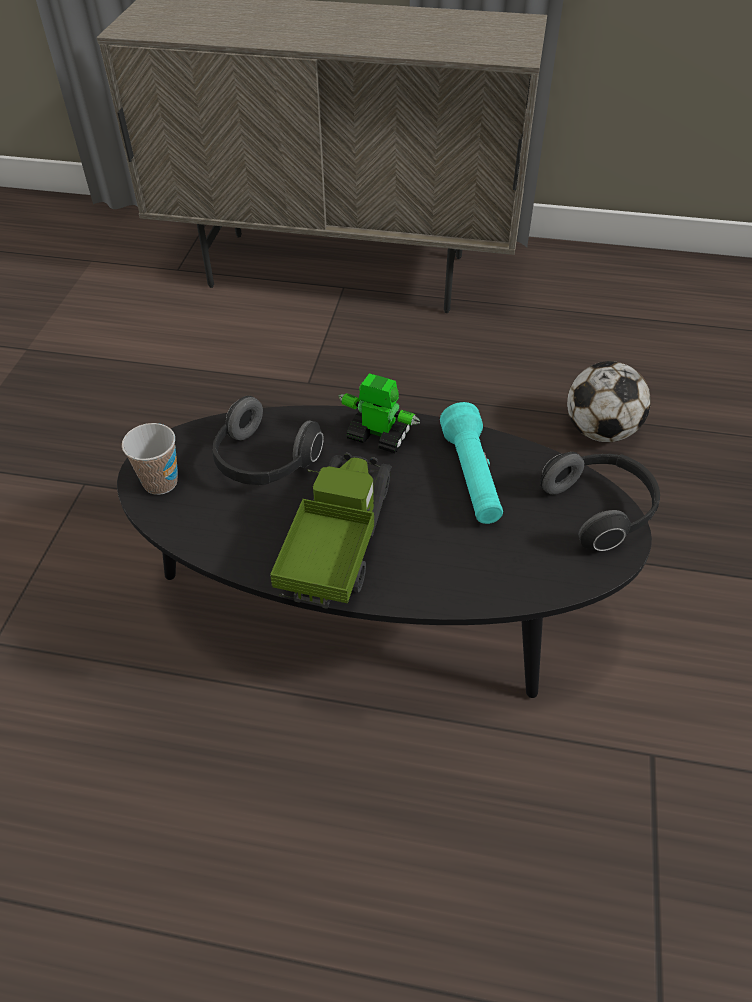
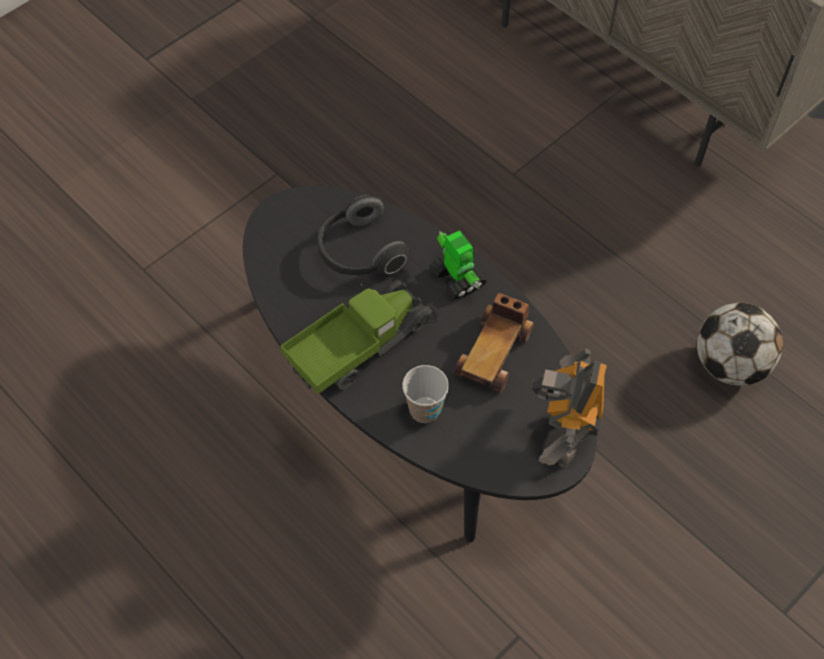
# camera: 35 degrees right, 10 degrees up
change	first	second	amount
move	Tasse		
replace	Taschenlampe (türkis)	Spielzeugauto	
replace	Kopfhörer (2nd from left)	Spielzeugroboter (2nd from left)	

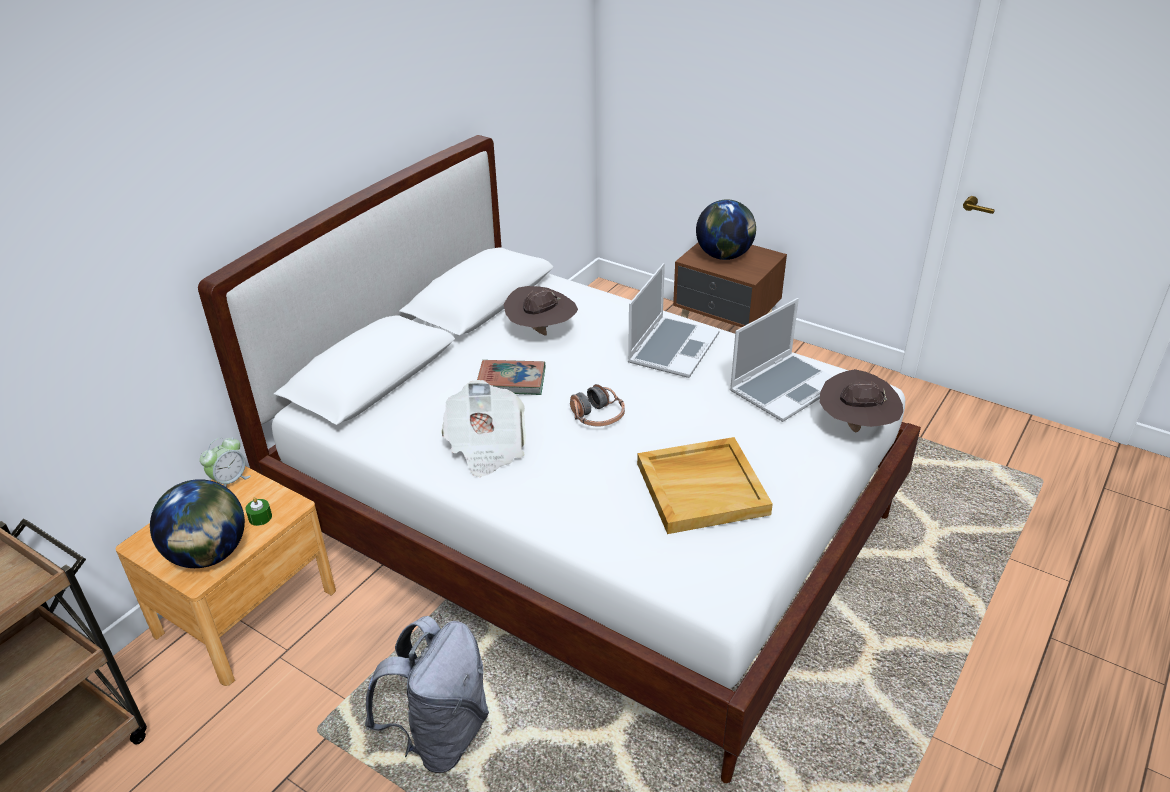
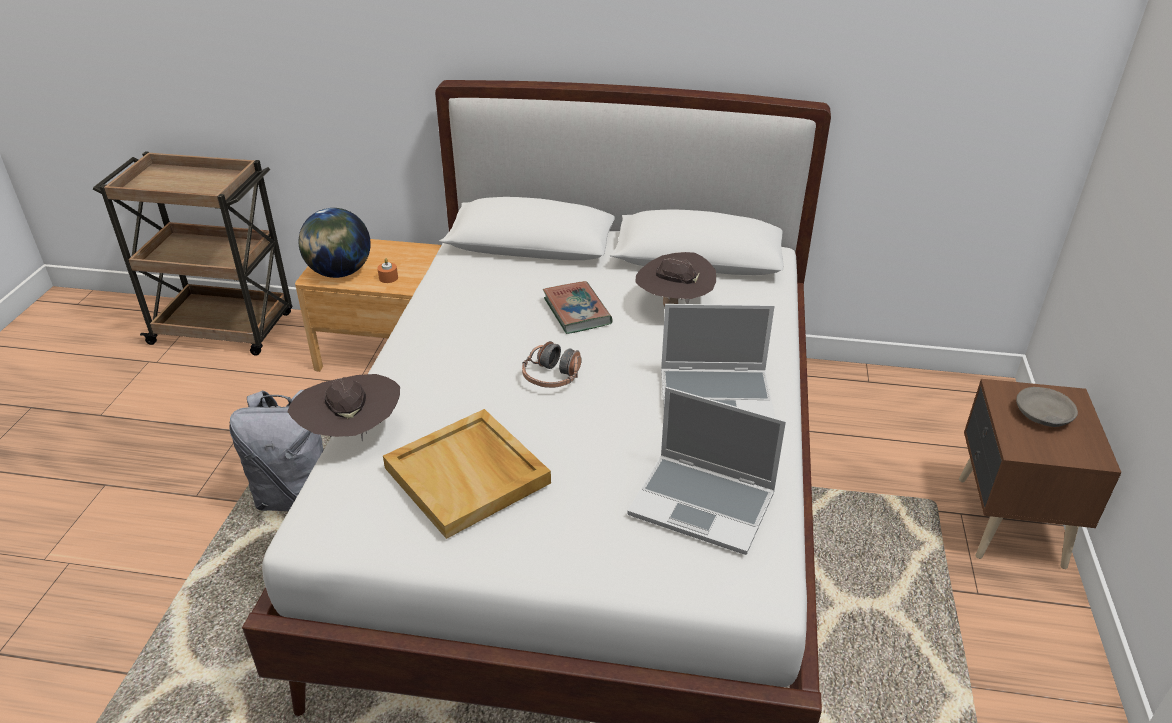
# camera: 65 degrees right, 0 degrees up
change	first	second	amount
delete	Wecker		
delete	Zeitung		
move	Hut (braun) (2nd from left in the first image)	Hut (braun) (1st from left)	
replace	Globus (2nd from left)	Schüssel (grau)	
recolor	Kerze (grün)	Kerze (orange)	

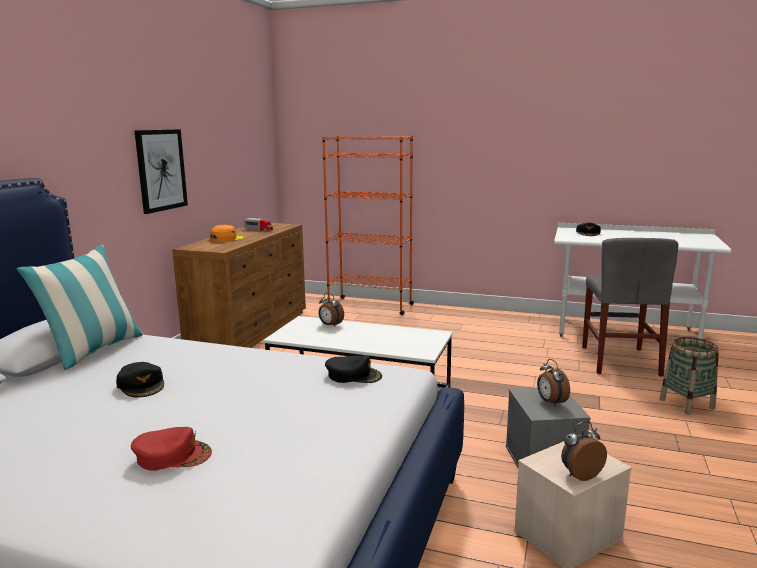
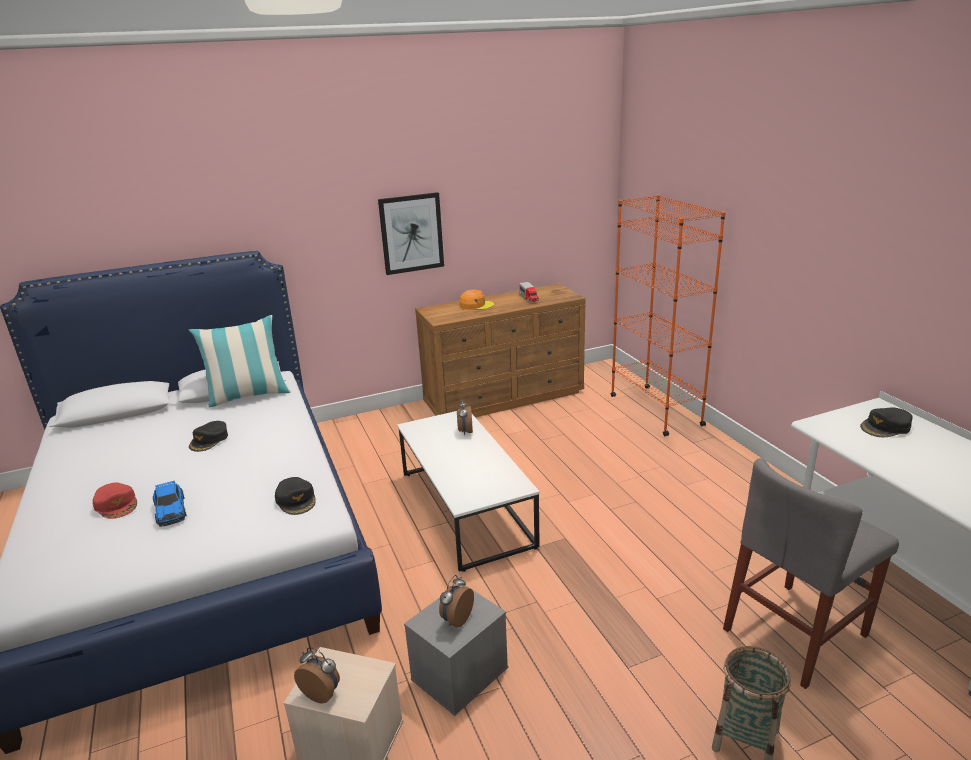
# camera: 50 degrees right, 10 degrees up
change	first	second	amount
insert		Spielzeugauto	

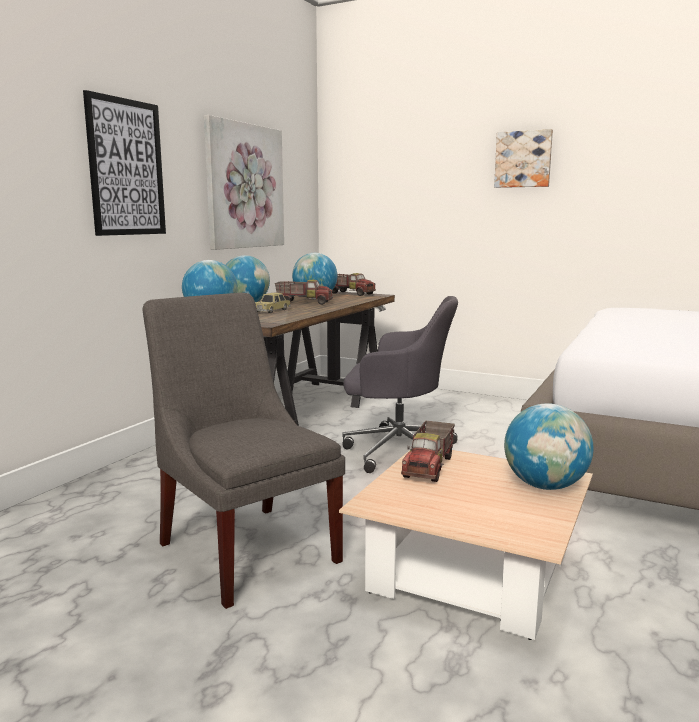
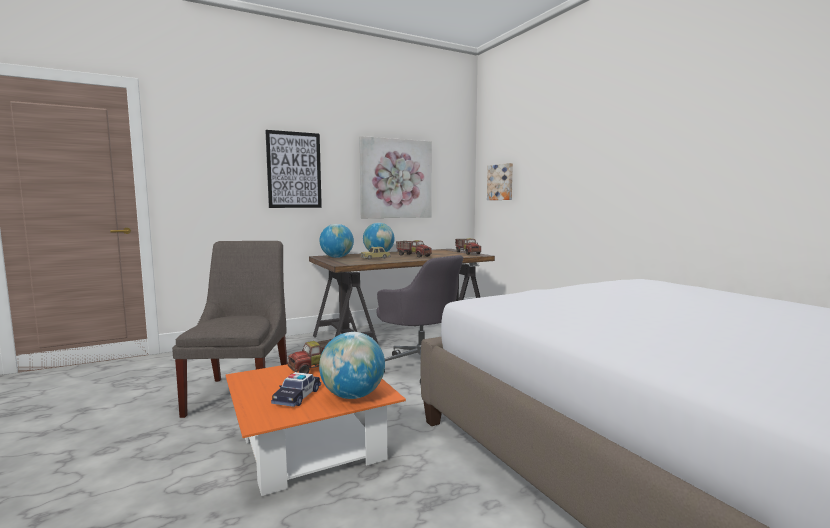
# camera: 35 degrees right, 5 degrees down
change	first	second	amount
delete	Globus (3rd from left)		
insert		Spielzeugauto (1st from left)	
move	Bild (3rd from left)		
recolor	Couchtisch (beige)	Couchtisch (orange)	

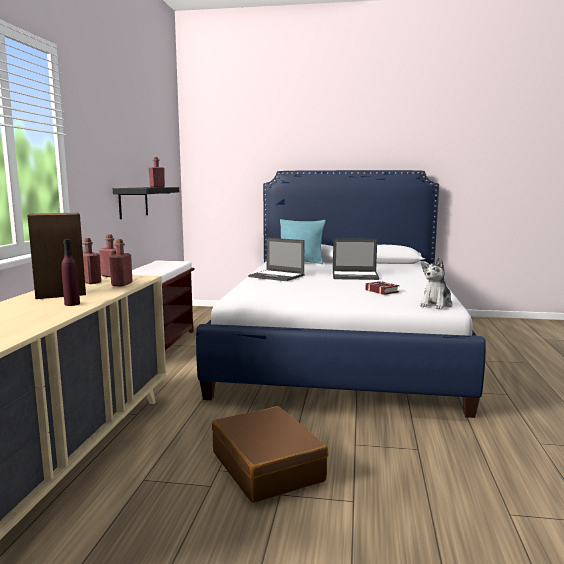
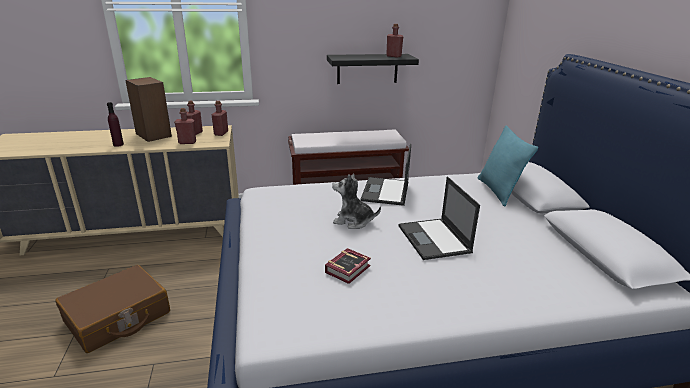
# camera: 70 degrees right, 15 degrees up
change	first	second	amount
move	Plüschtier		

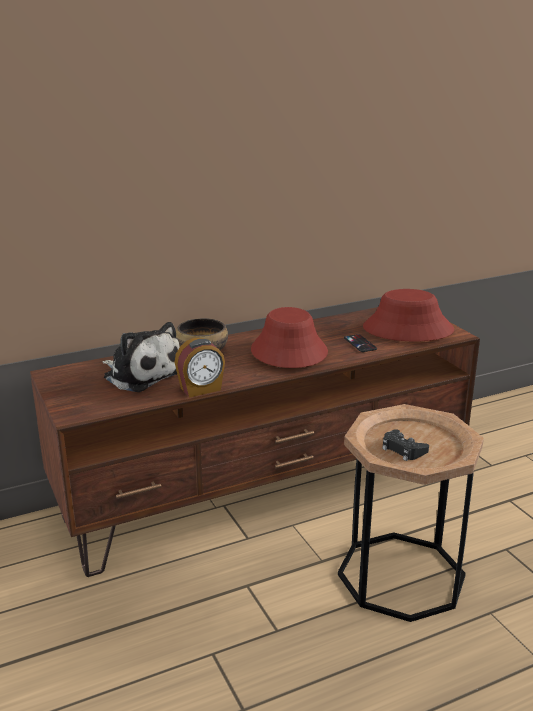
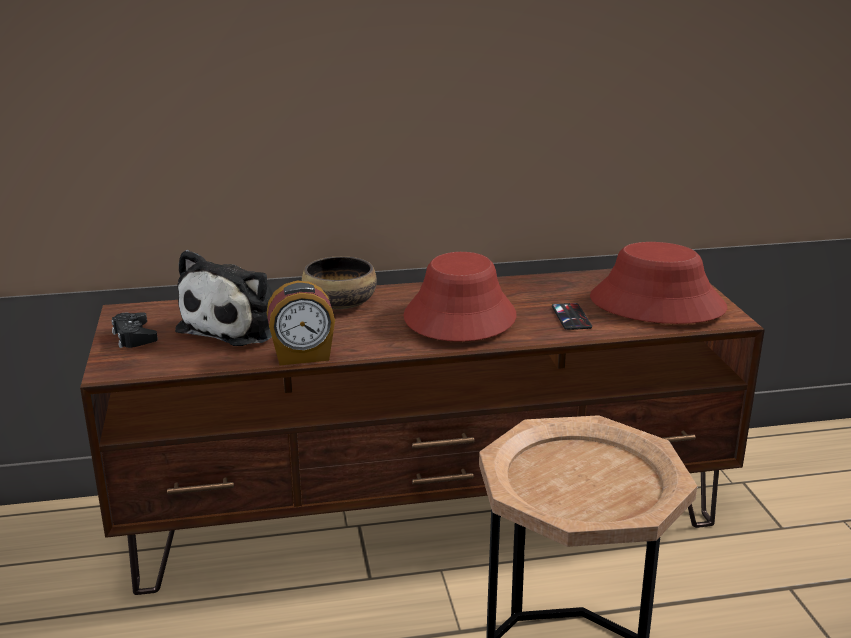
# camera: 15 degrees right, 0 degrees up
change	first	second	amount
move	Gamepad (schwarz)		
rotate	Plüschtier		60 degrees clockwise

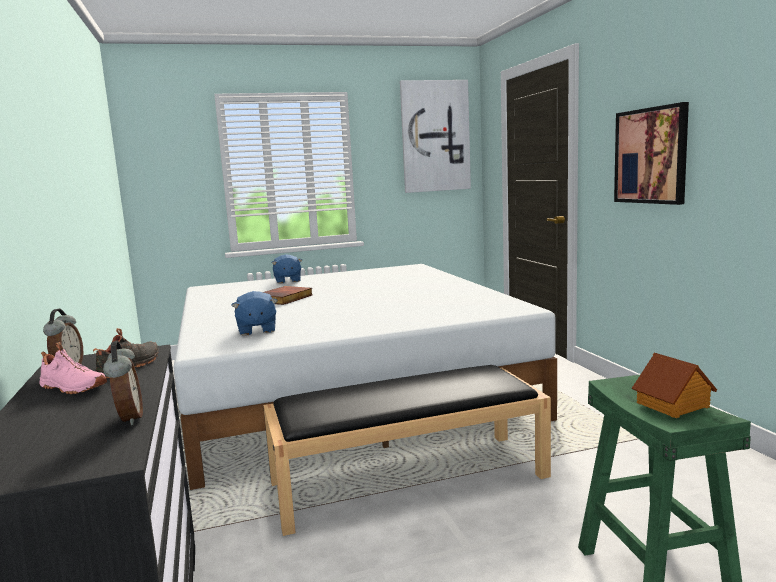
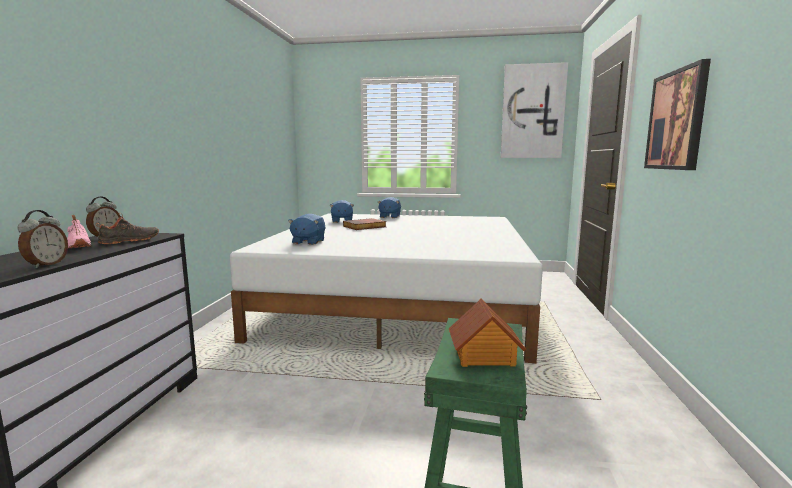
# camera: 25 degrees right, 0 degrees up
change	first	second	amount
delete	Bank (schwarz)		
insert		Plüschtier (blau) (2nd from left)	

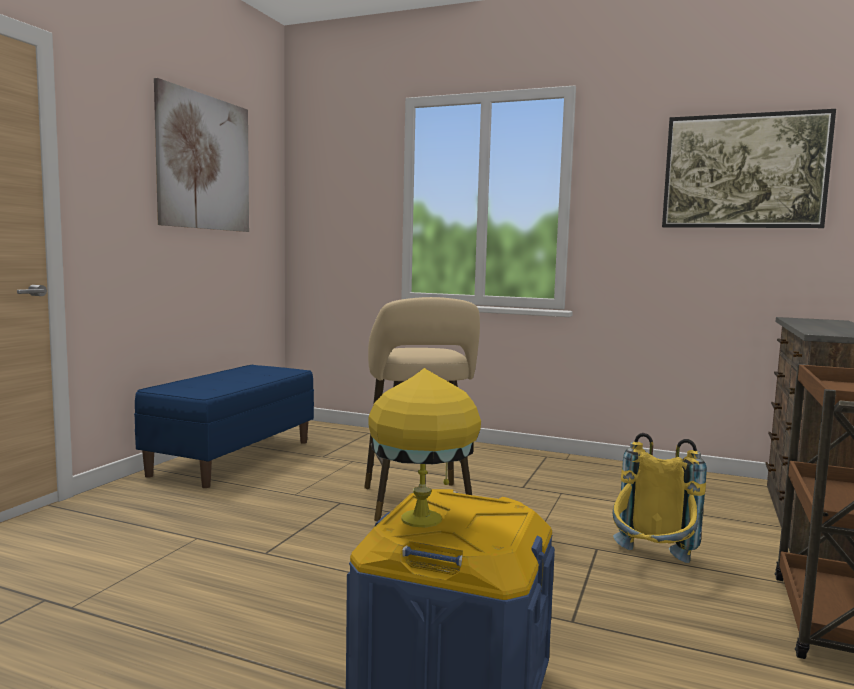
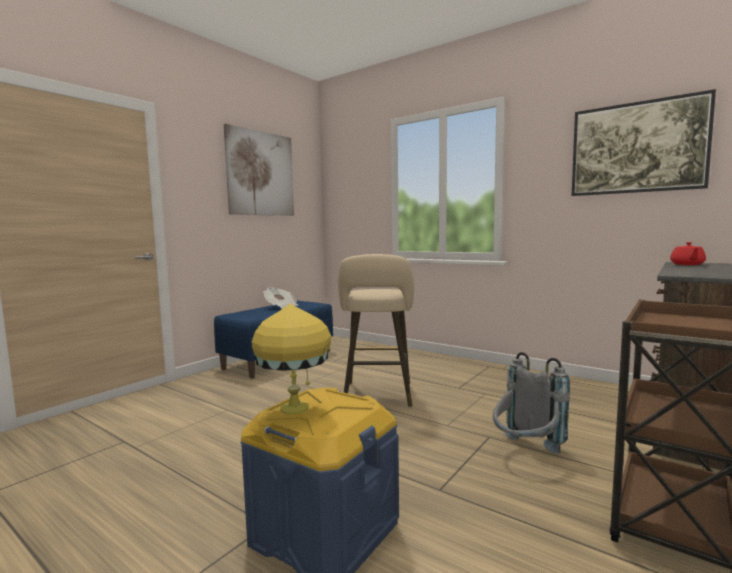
# camera: 15 degrees right, 0 degrees up
change	first	second	amount
insert		Zeitung	
insert		Teekanne (rot)	
recolor	Rucksack (gelb)	Rucksack (grau)	

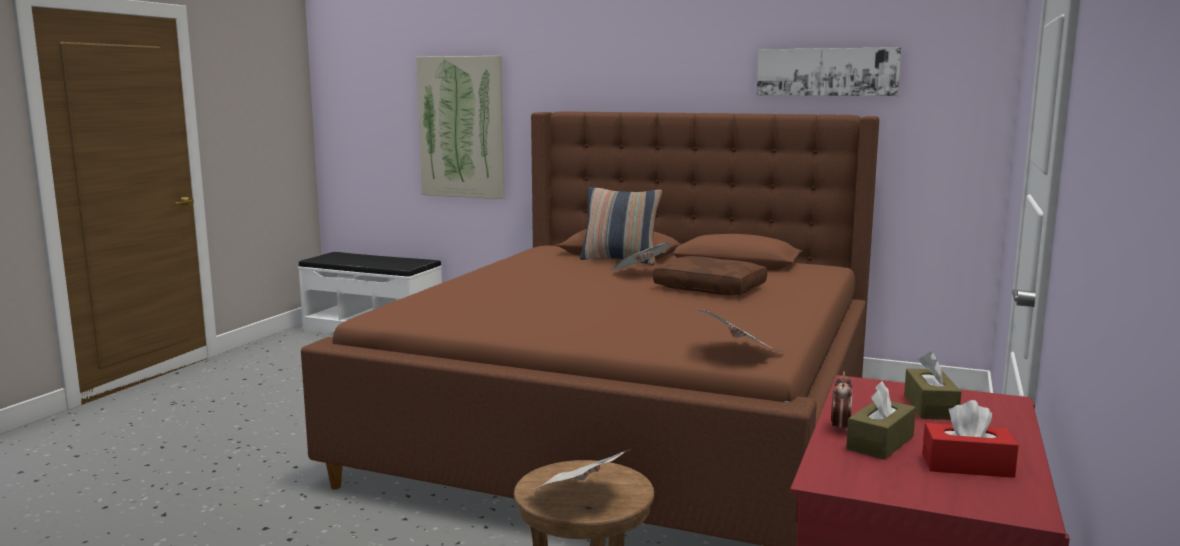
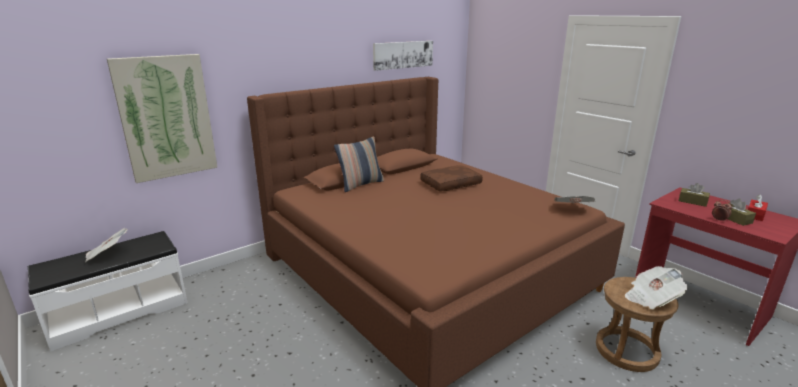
# camera: 60 degrees left, 10 degrees up
change	first	second	amount
move	Zeitung (2nd from left in the first image)	Zeitung (1st from left)	

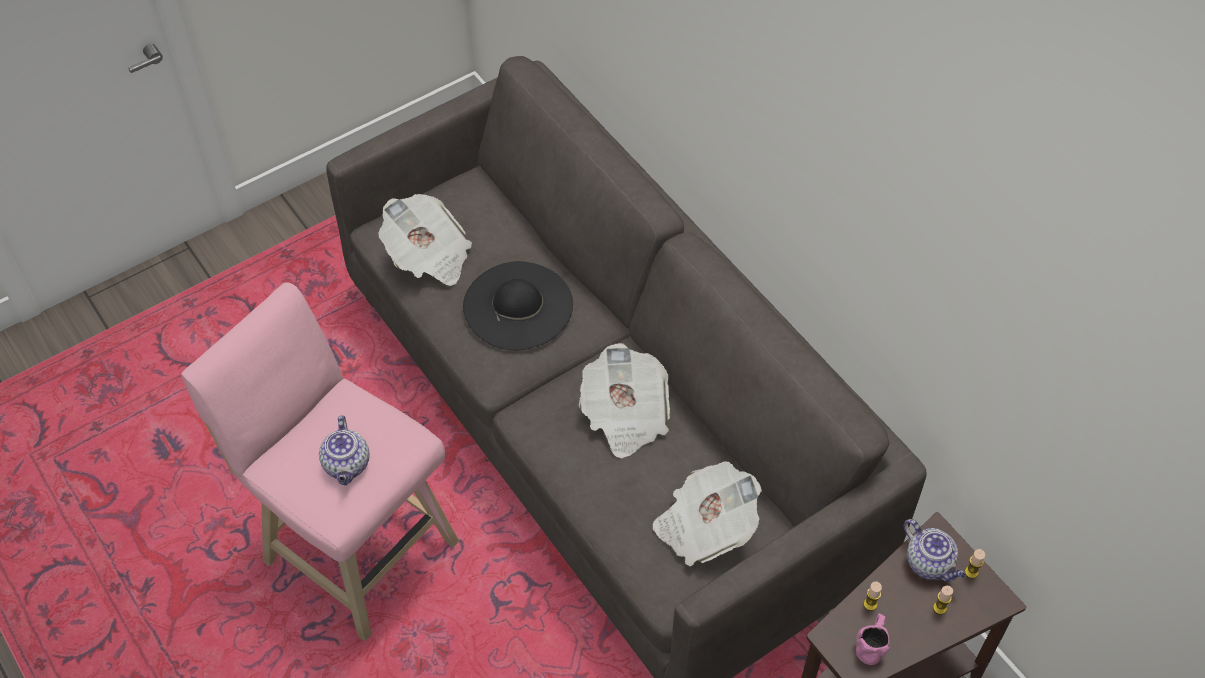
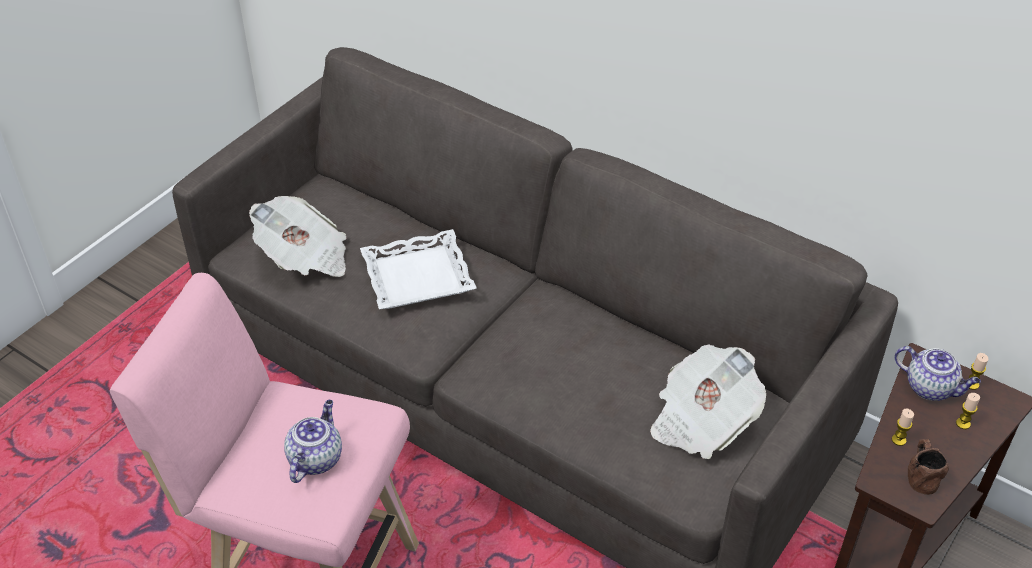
# camera: 20 degrees left, 10 degrees down
change	first	second	amount
delete	Zeitung (2nd from left)		
replace	Hut (schwarz)	Tablett (weiß)	
recolor	Henkelbecher (rosa)	Henkelbecher (braun)	
rotate	Teekanne (1st from left)		135 degrees counterclockwise

